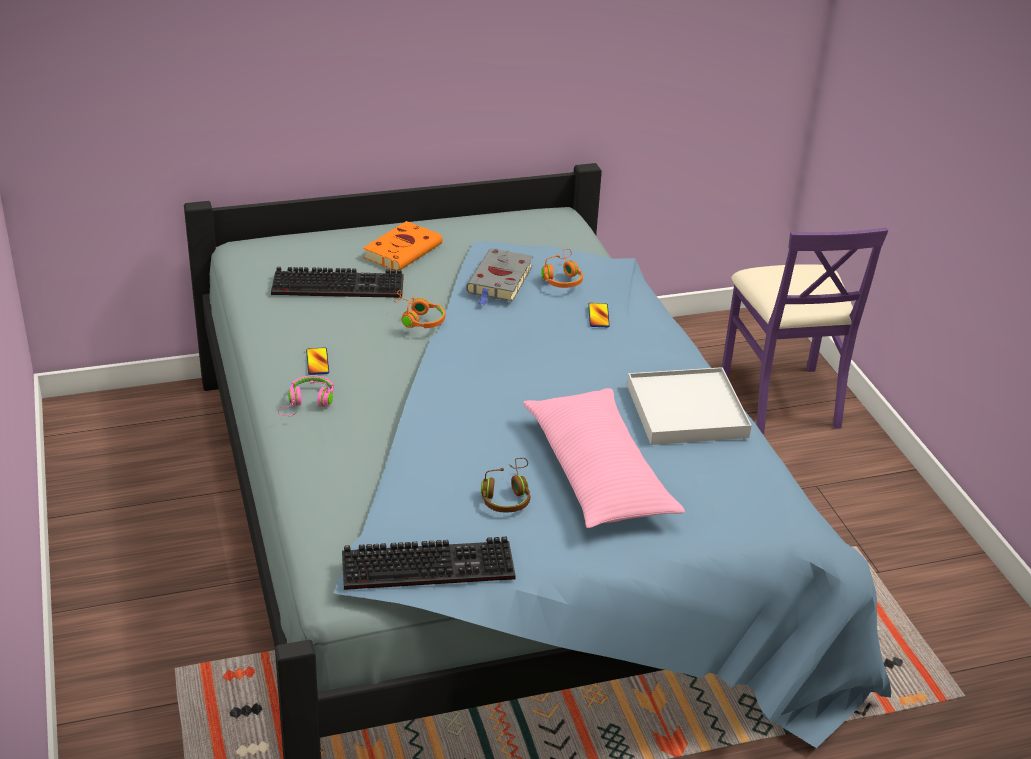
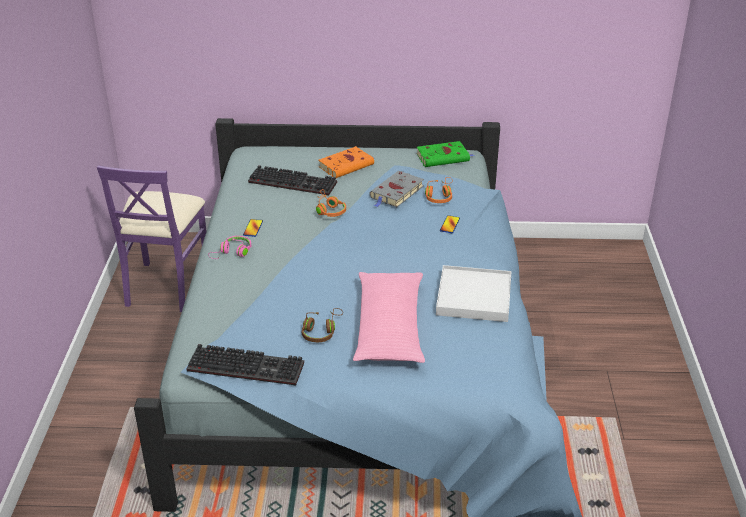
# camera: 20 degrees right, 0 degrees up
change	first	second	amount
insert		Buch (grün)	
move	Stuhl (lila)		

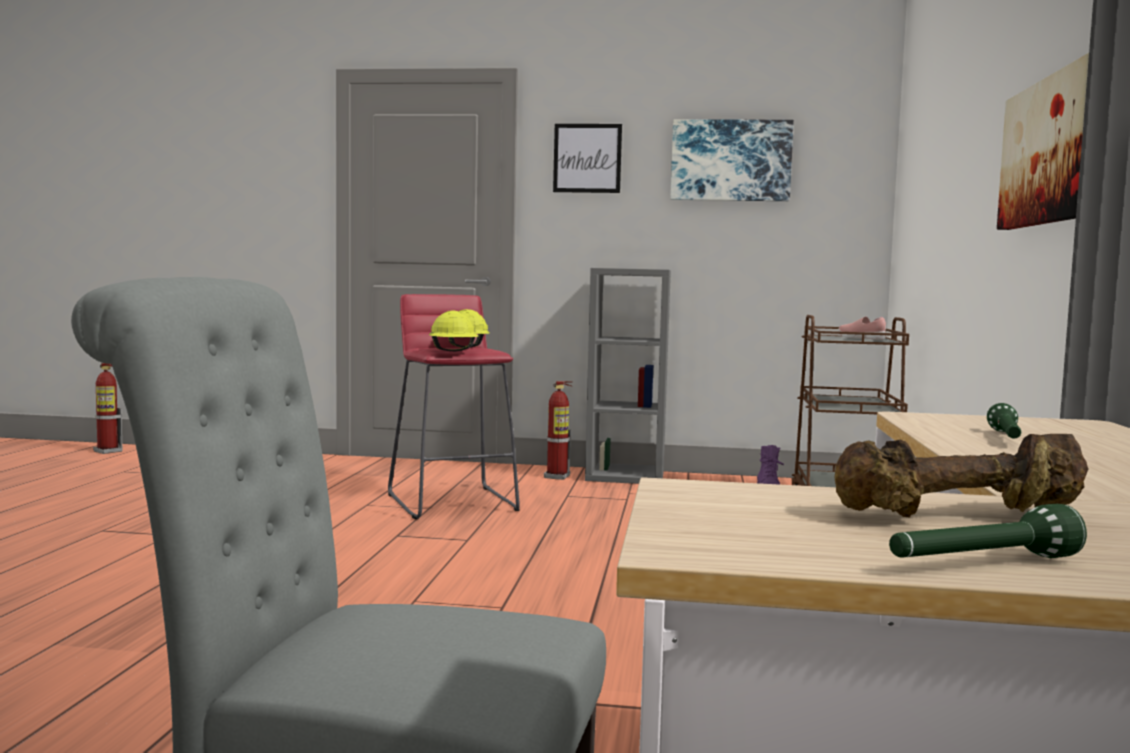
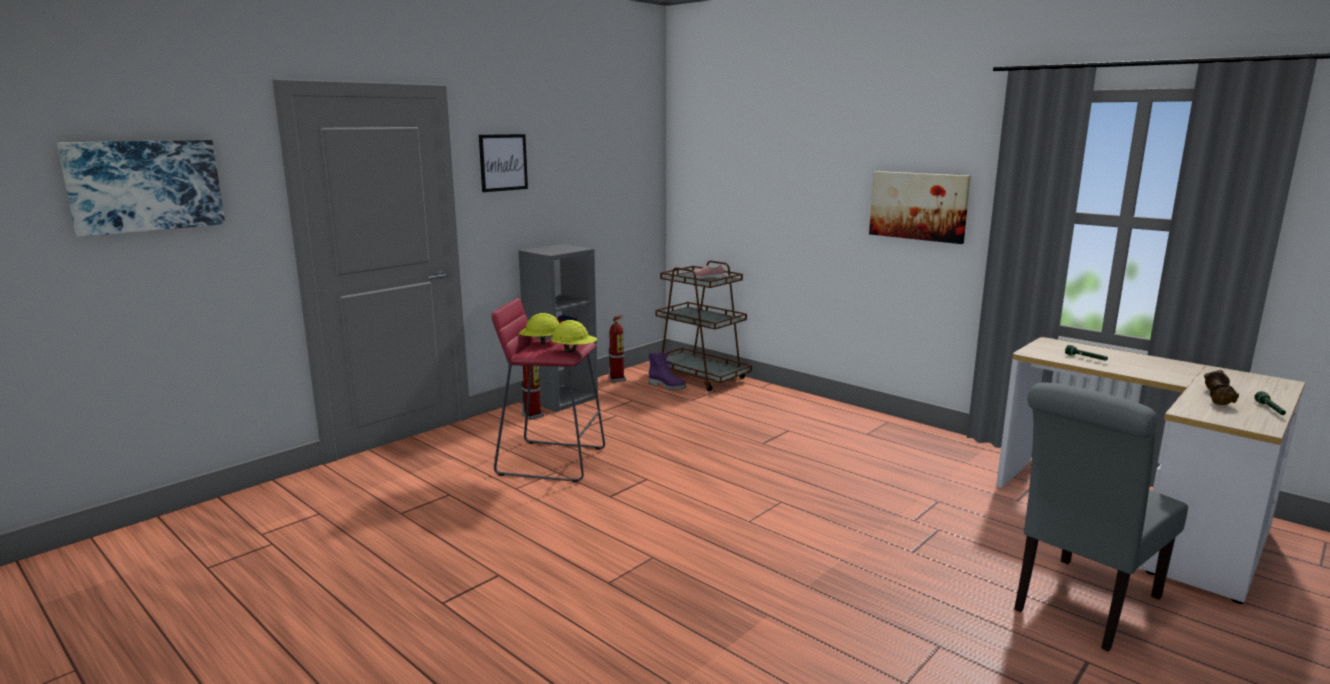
# camera: 55 degrees left, 10 degrees up
change	first	second	amount
move	Feuerlöscher (1st from left in the first image)	Feuerlöscher (2nd from left)	
move	Bild (2nd from left in the first image)	Bild (1st from left)	

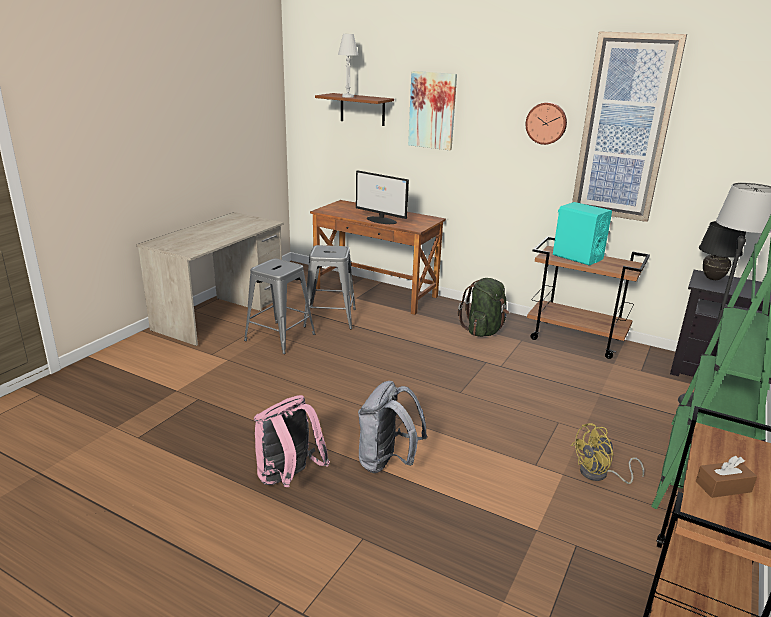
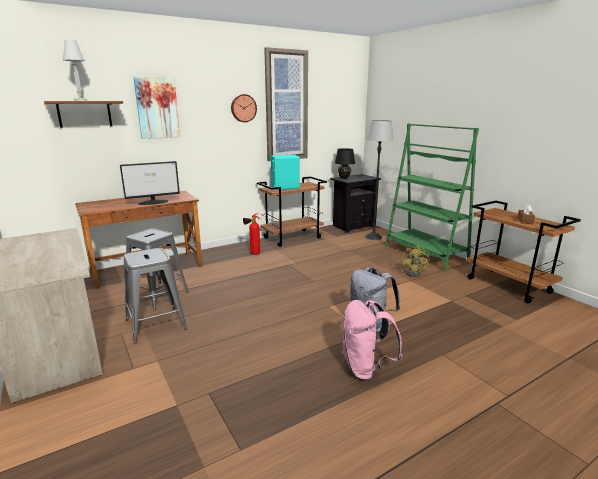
# camera: 60 degrees left, 5 degrees down
change	first	second	amount
replace	Rucksack (grün)	Feuerlöscher	

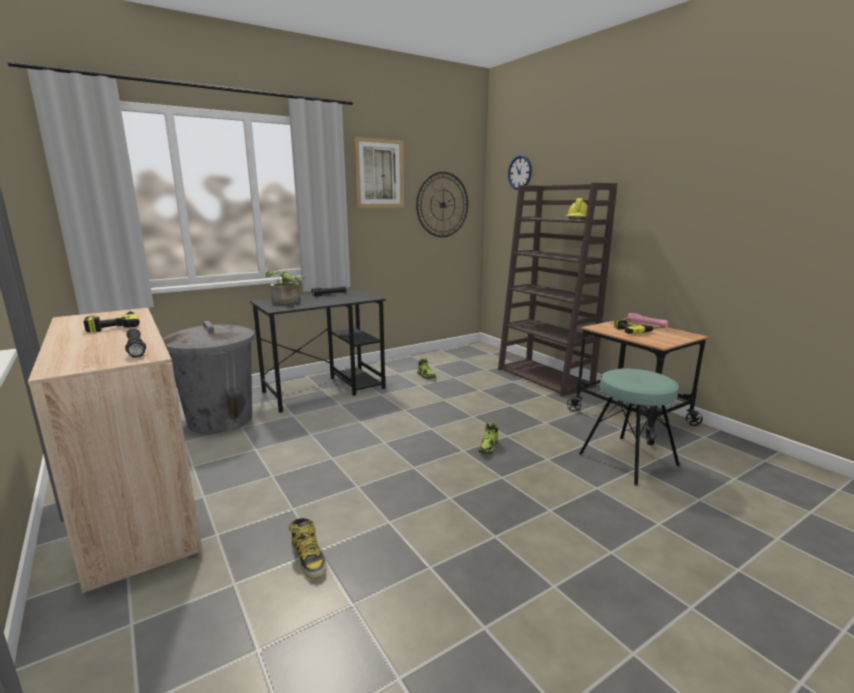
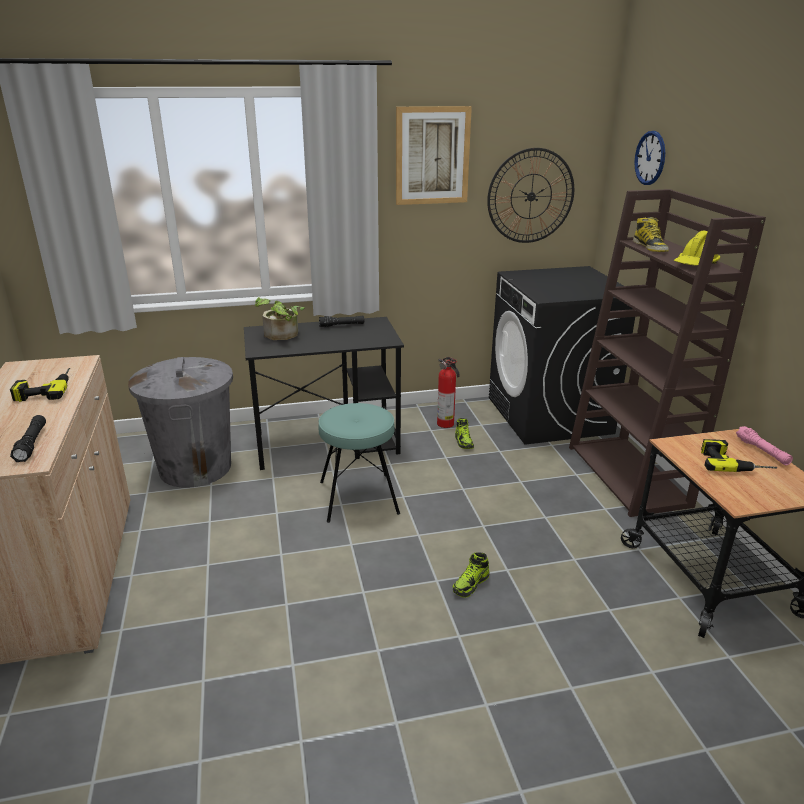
# camera: 20 degrees right, 10 degrees up
change	first	second	amount
insert		Feuerlöscher	
insert		Waschmaschine (schwarz)	
move	Stiefel		
move	Hocker (türkis)		

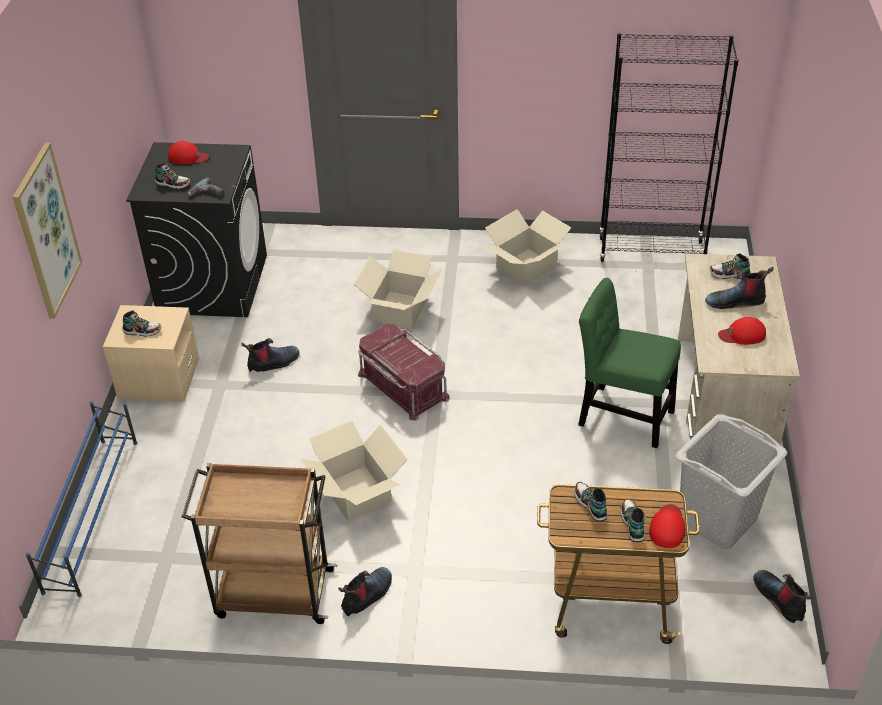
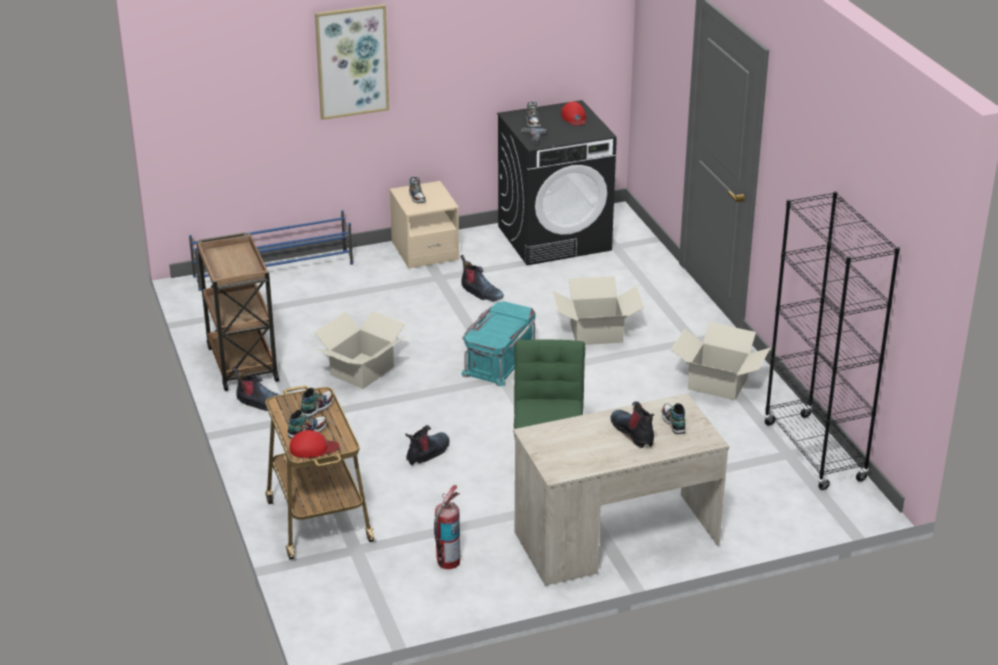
# camera: 65 degrees right, 10 degrees down
change	first	second	amount
delete	Kappe (rot) (3rd from left)		
move	Stiefel (4th from left in the first image)	Stiefel (2nd from left)	
replace	Wäschekorb (grau)	Feuerlöscher	
recolor	Aufbewahrungsbox (rot)	Aufbewahrungsbox (türkis)	

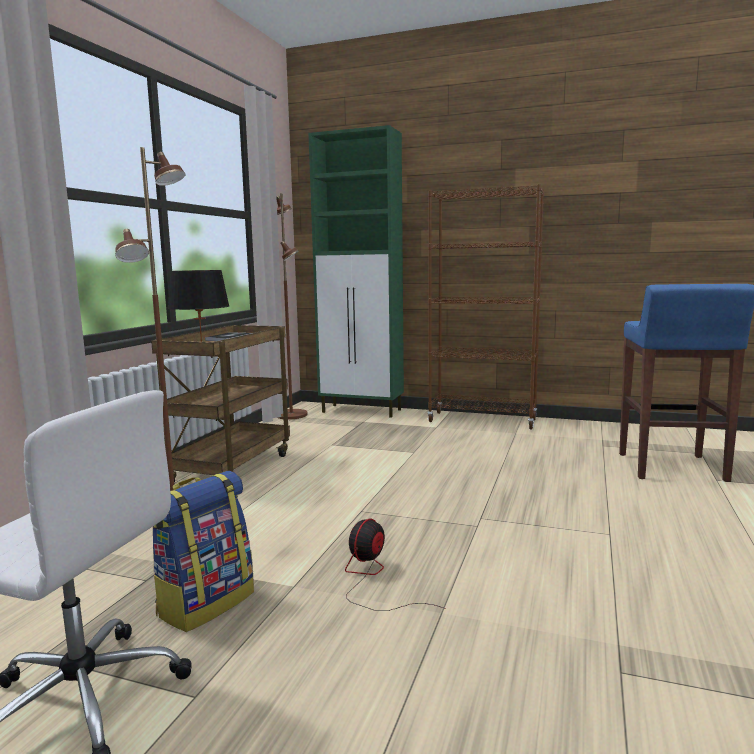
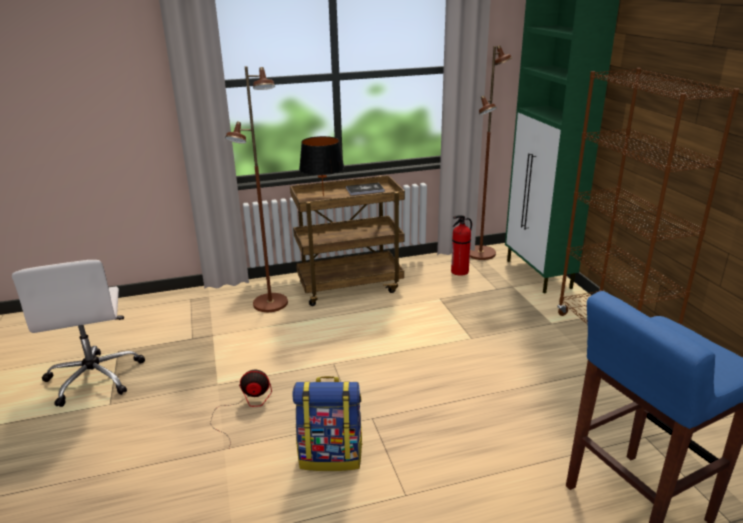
# camera: 55 degrees right, 15 degrees up
change	first	second	amount
insert		Feuerlöscher	
move	Rucksack		

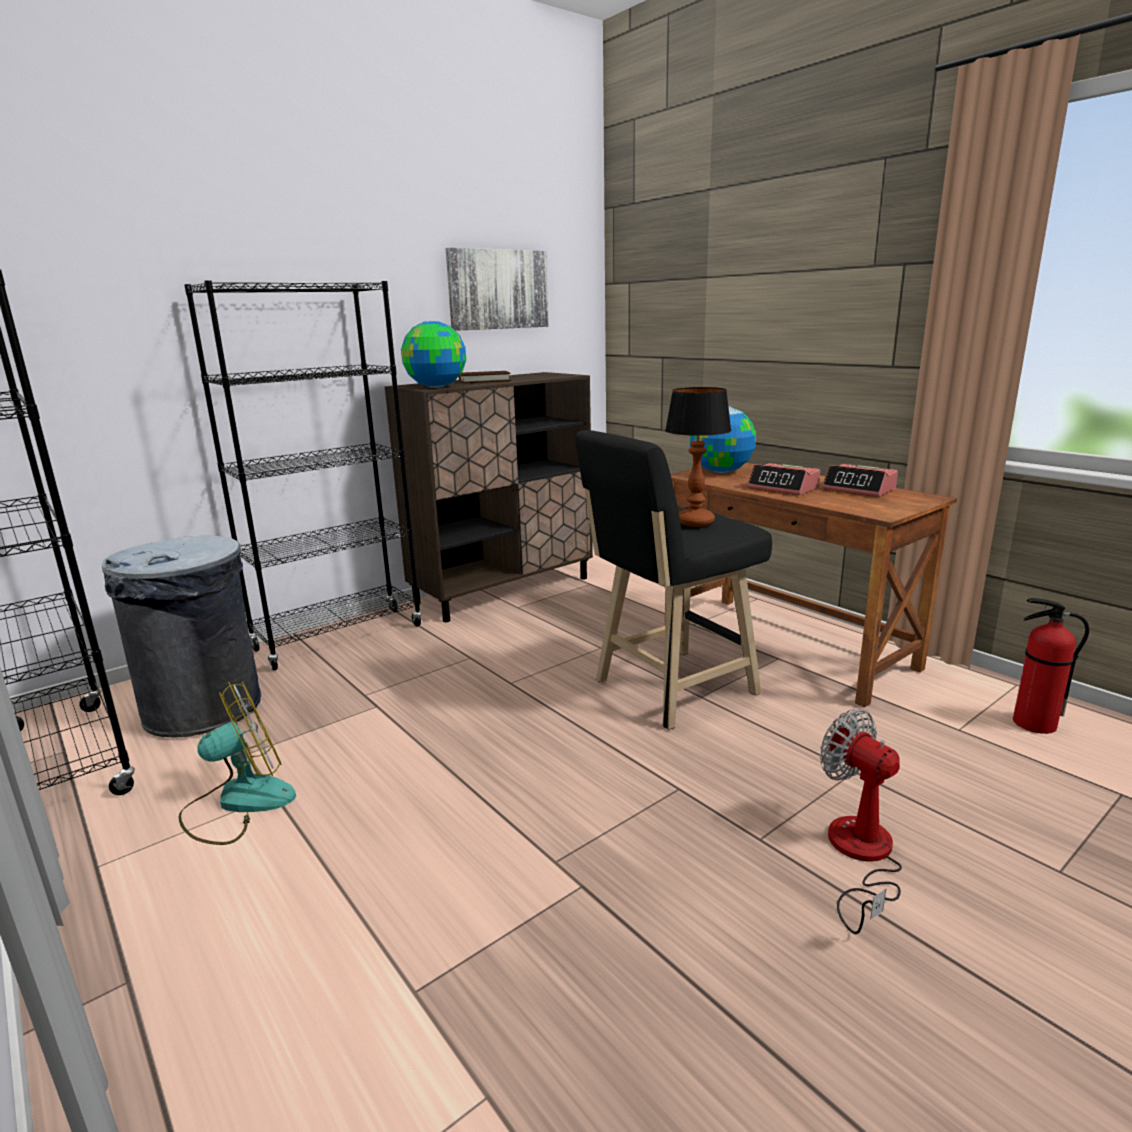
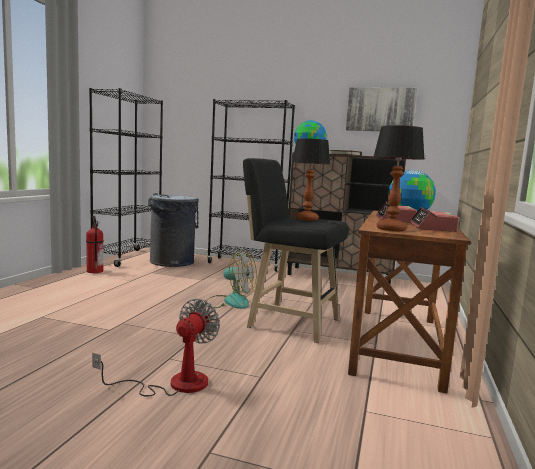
# camera: 55 degrees right, 10 degrees down
change	first	second	amount
insert		Tischlampe (2nd from left)	
move	Ventilator (1st from left in the first image)	Ventilator (2nd from left)	
move	Feuerlöscher		

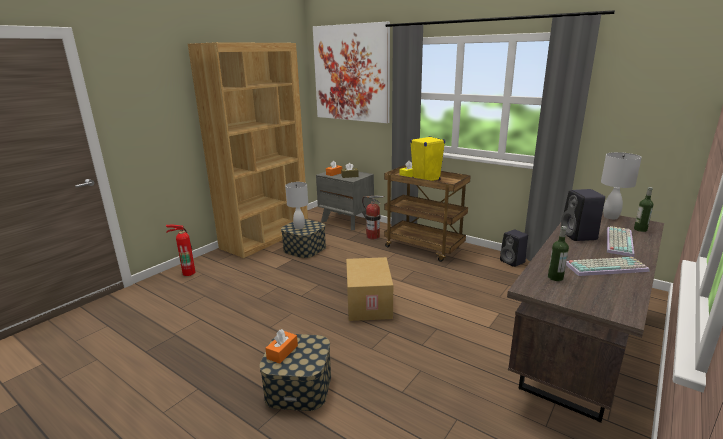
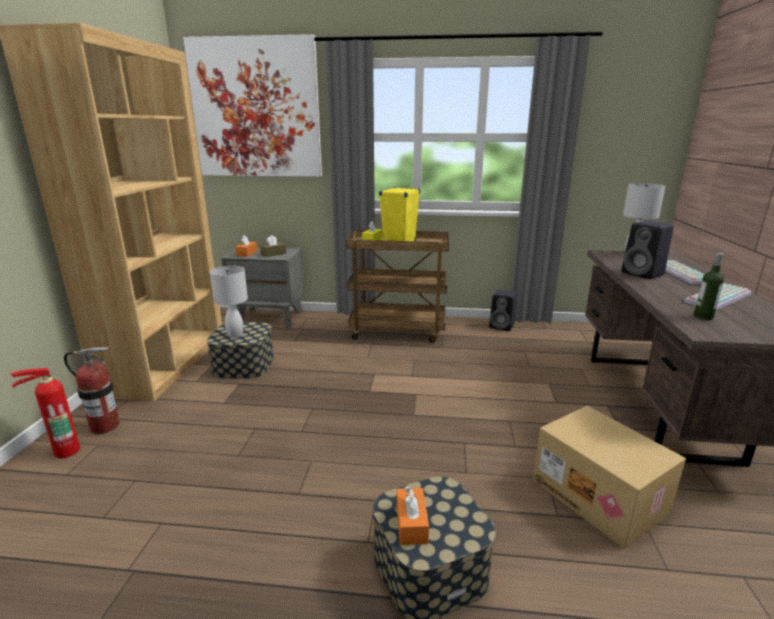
# camera: 30 degrees left, 0 degrees up
change	first	second	amount
delete	Flasche (2nd from left)		
move	Karton		
move	Feuerlöscher (2nd from left)		

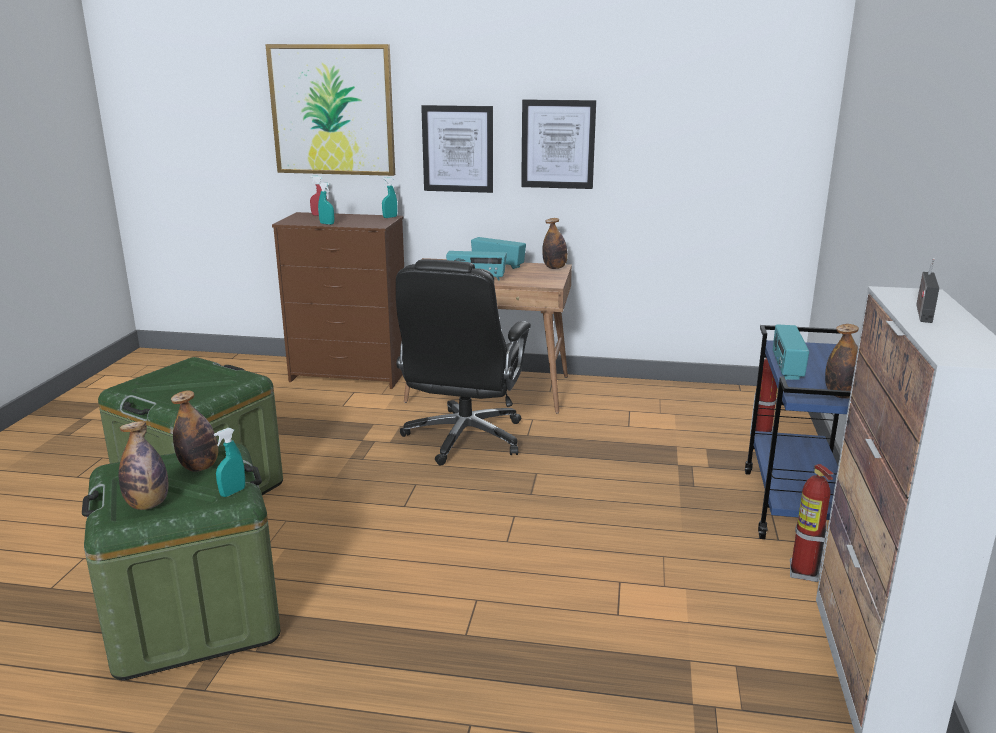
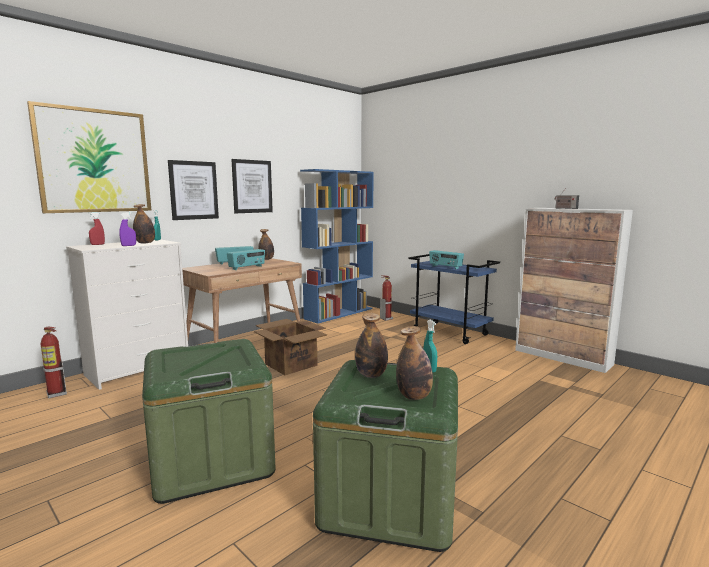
# camera: 55 degrees left, 10 degrees down
change	first	second	amount
insert		Bücherregal (blau)	
move	Feuerlöscher (2nd from left in the first image)	Feuerlöscher (1st from left)	
move	Flasche (4th from left in the first image)	Flasche (1st from left)	
replace	Bürostuhl (schwarz)	Karton	
recolor	Kommode (braun)	Kommode (weiß)	
recolor	Sprühflasche (türkis) (2nd from left)	Sprühflasche (lila)	

